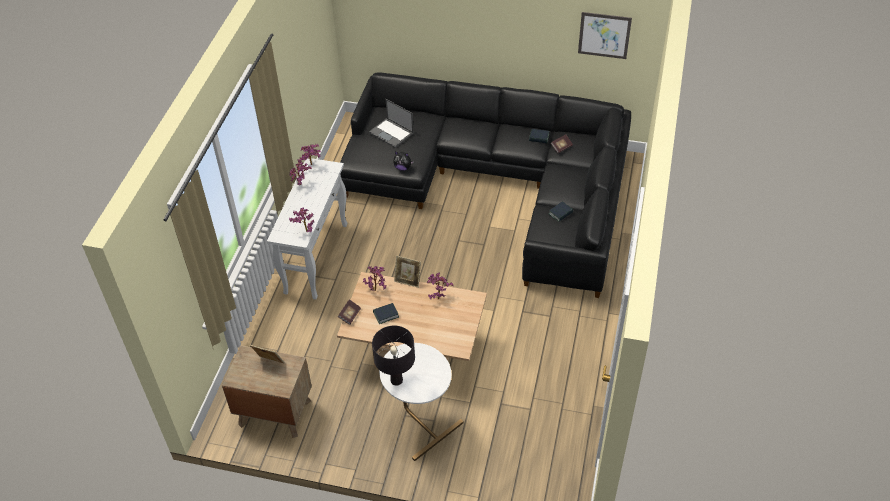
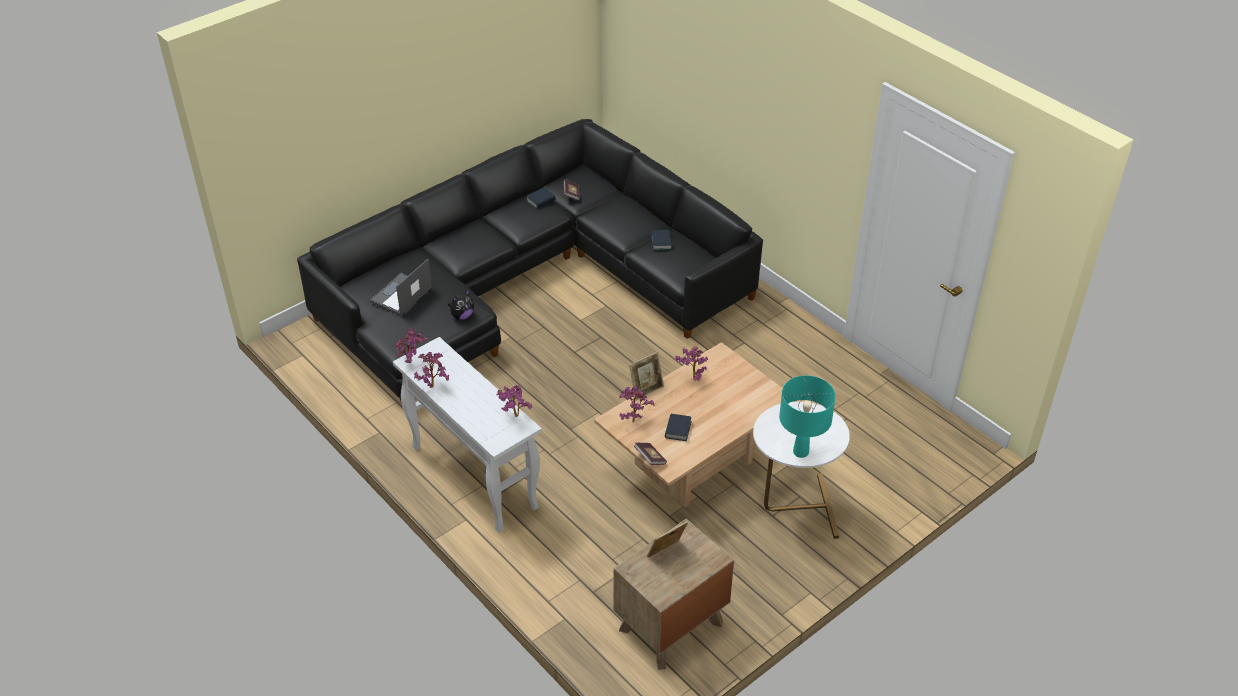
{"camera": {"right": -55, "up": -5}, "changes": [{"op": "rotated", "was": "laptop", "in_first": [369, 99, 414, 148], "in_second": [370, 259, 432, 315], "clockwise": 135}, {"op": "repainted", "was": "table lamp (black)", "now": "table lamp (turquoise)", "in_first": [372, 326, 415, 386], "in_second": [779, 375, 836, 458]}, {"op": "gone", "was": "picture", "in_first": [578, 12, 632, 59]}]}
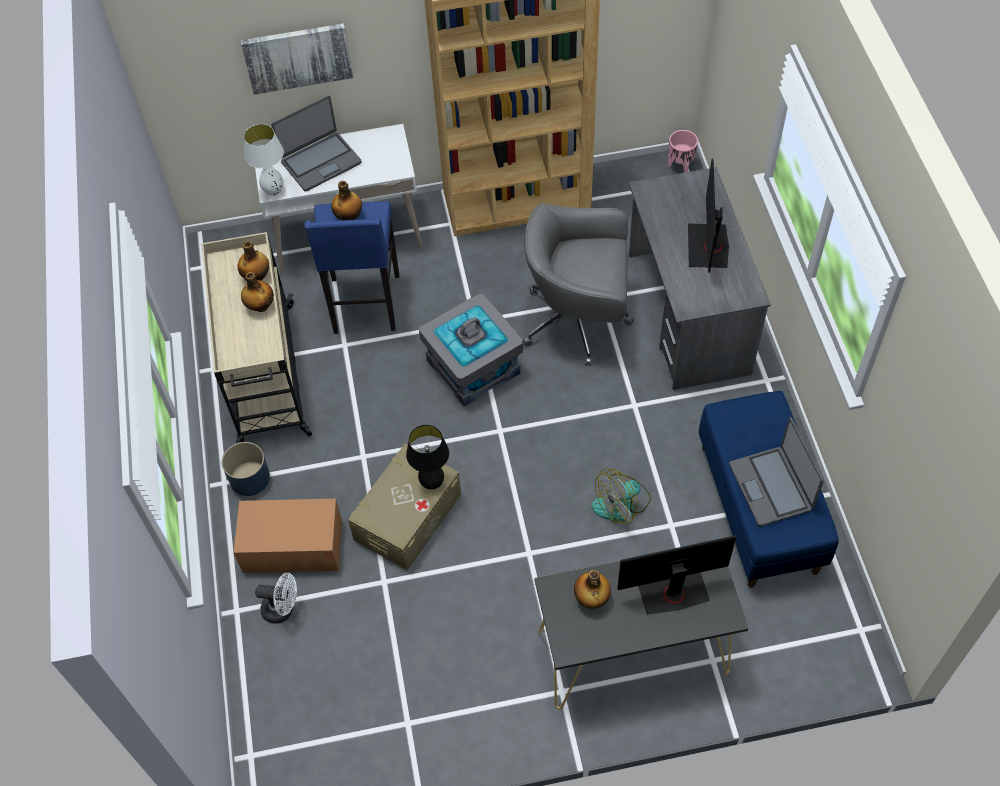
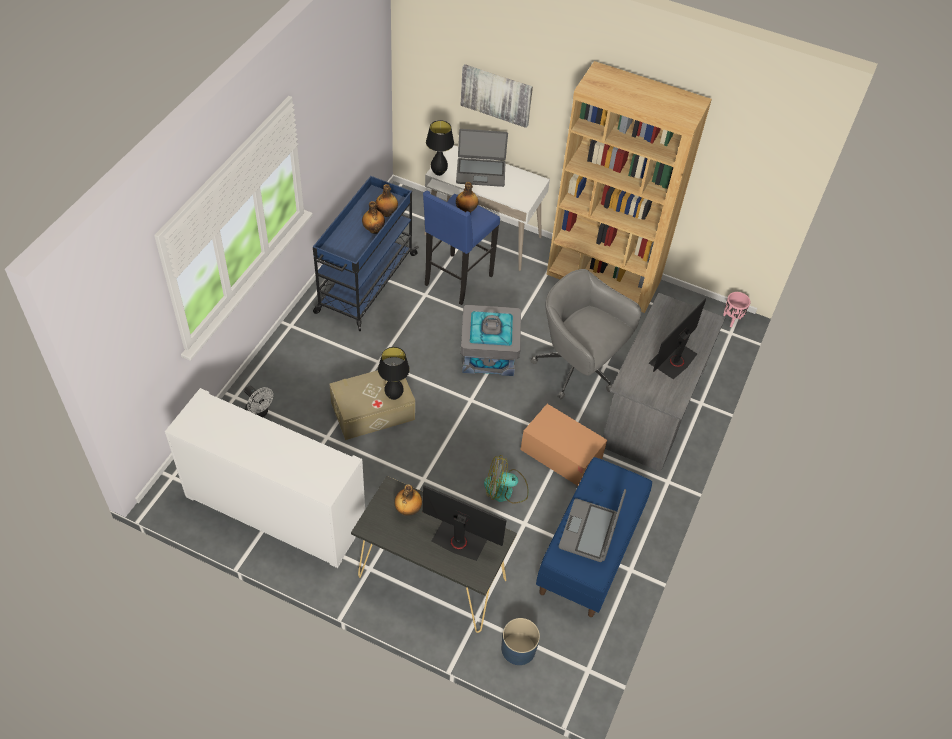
{"camera": {"right": 30, "up": -5}, "changes": [{"op": "repainted", "was": "cart (beige)", "now": "cart (blue)", "in_first": [201, 232, 312, 443], "in_second": [313, 176, 419, 331]}, {"op": "shifted", "was": "planter (blue)", "in_first": [222, 442, 270, 496], "in_second": [501, 618, 540, 665]}, {"op": "shifted", "was": "cardboard box", "in_first": [233, 499, 342, 573], "in_second": [521, 404, 607, 486]}, {"op": "repainted", "was": "table lamp (white)", "now": "table lamp (black)", "in_first": [244, 124, 284, 196], "in_second": [426, 120, 454, 176]}, {"op": "new", "now": "cabinet (white)", "in_second": [165, 388, 365, 568]}]}
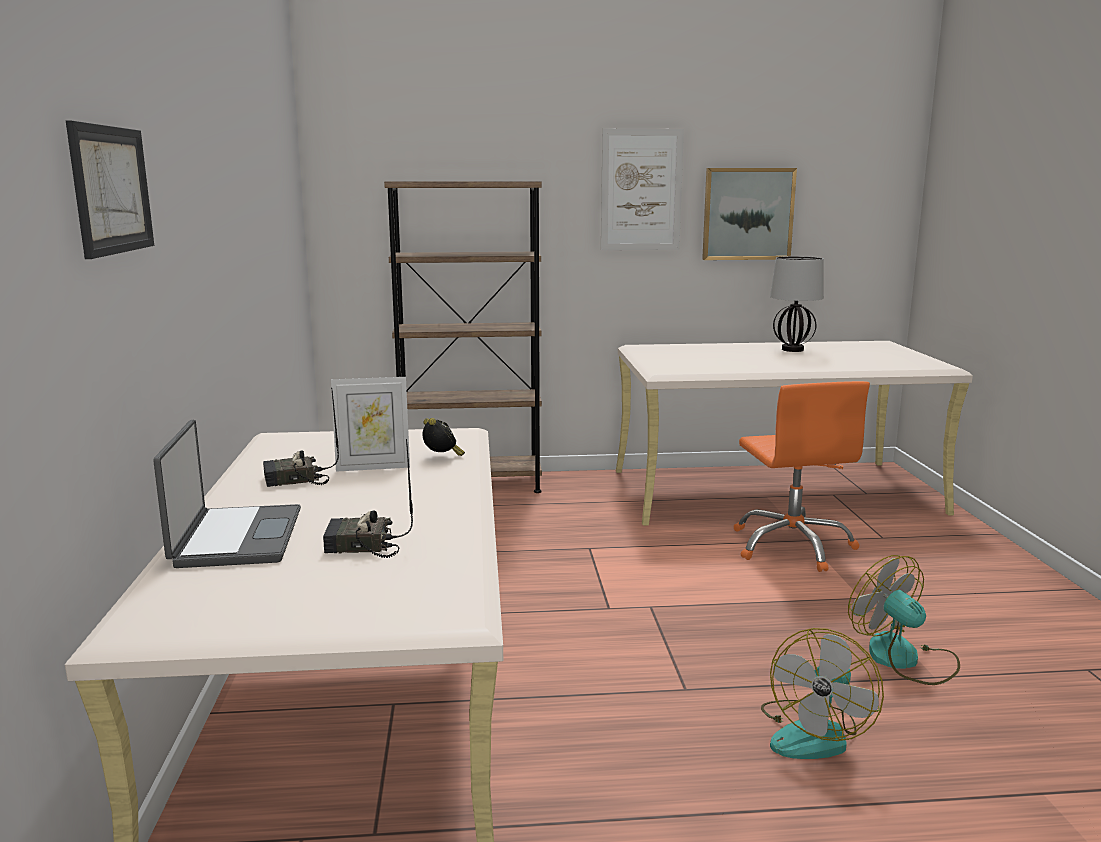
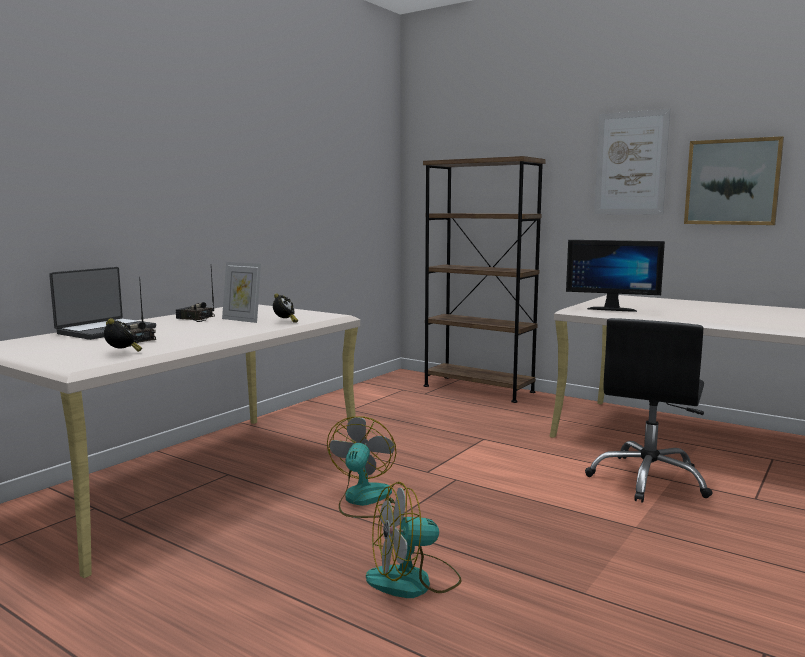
{"camera": {"right": 40, "up": -5}, "changes": [{"op": "gone", "was": "picture", "in_first": [66, 121, 154, 259]}, {"op": "repainted", "was": "office chair (orange)", "now": "office chair (black)", "in_first": [733, 381, 870, 572], "in_second": [585, 318, 712, 503]}, {"op": "gone", "was": "table lamp", "in_first": [770, 256, 824, 352]}, {"op": "shifted", "was": "fan", "in_first": [848, 555, 960, 685], "in_second": [327, 416, 396, 518]}, {"op": "new", "now": "alarm clock", "in_second": [104, 318, 142, 352]}, {"op": "new", "now": "monitor", "in_second": [566, 240, 665, 312]}]}
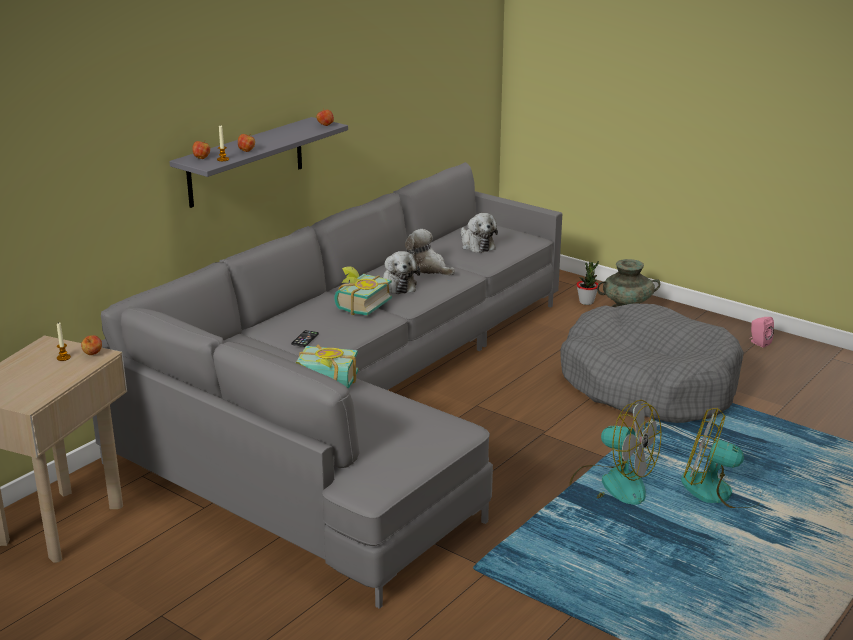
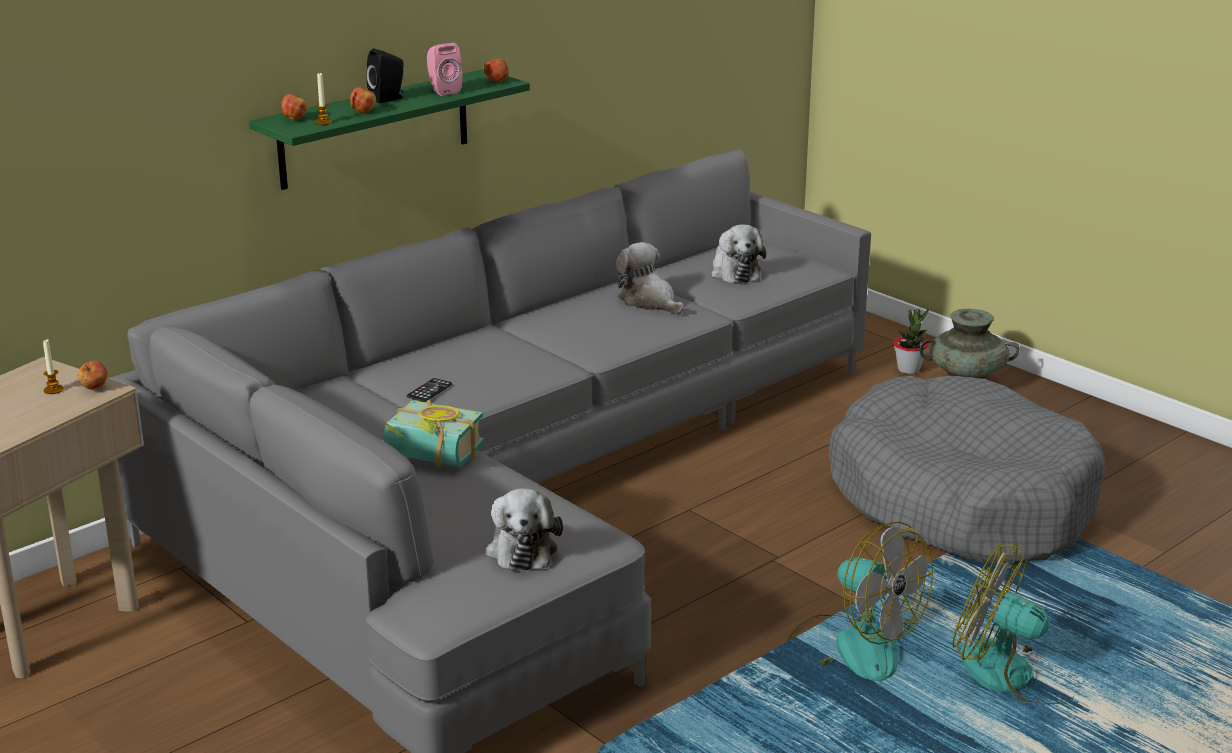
{"camera": {"right": 10, "up": 0}, "changes": [{"op": "repainted", "was": "shelf (grey)", "now": "shelf (green)", "in_first": [169, 117, 348, 208], "in_second": [249, 69, 530, 190]}, {"op": "gone", "was": "book", "in_first": [334, 267, 392, 315]}, {"op": "shifted", "was": "plush toy", "in_first": [382, 251, 420, 294], "in_second": [485, 488, 563, 571]}, {"op": "shifted", "was": "speaker (pink)", "in_first": [751, 317, 774, 348], "in_second": [427, 43, 463, 96]}, {"op": "new", "now": "speaker (black)", "in_second": [366, 48, 404, 103]}]}
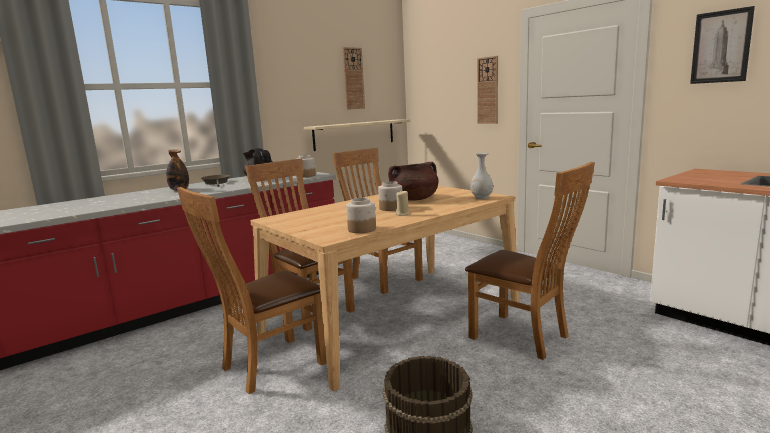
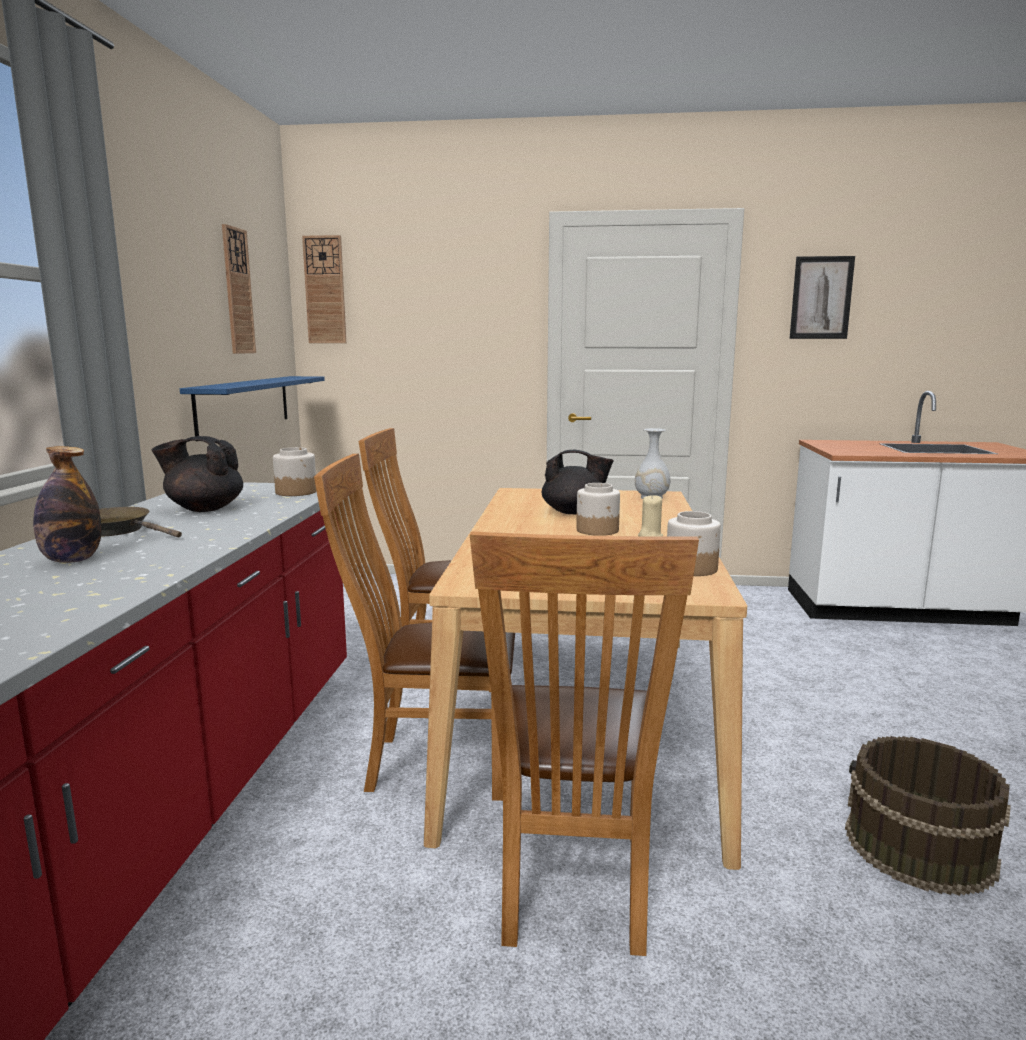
{"camera": {"right": -45, "up": 0}, "changes": [{"op": "repainted", "was": "shelf (beige)", "now": "shelf (blue)", "in_first": [304, 119, 411, 151], "in_second": [180, 376, 325, 436]}, {"op": "swapped", "was": "cooking pot (brown)", "now": "teapot (black)", "in_first": [388, 162, 439, 201], "in_second": [542, 450, 614, 515]}, {"op": "gone", "was": "chair (brown)", "in_first": [465, 162, 595, 360]}, {"op": "shifted", "was": "wall clock", "in_first": [477, 56, 498, 124], "in_second": [302, 235, 346, 343]}]}
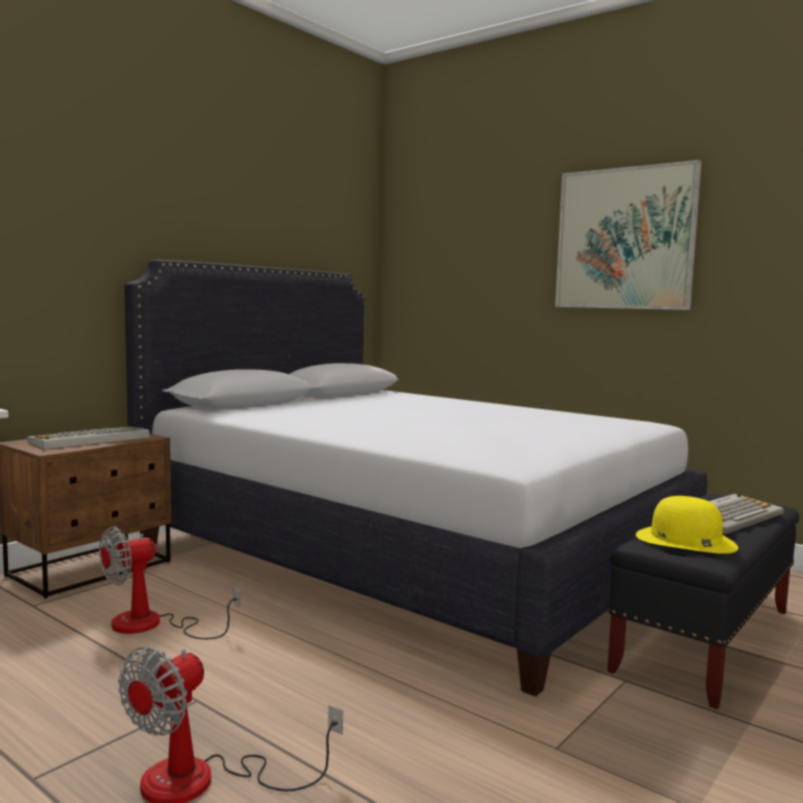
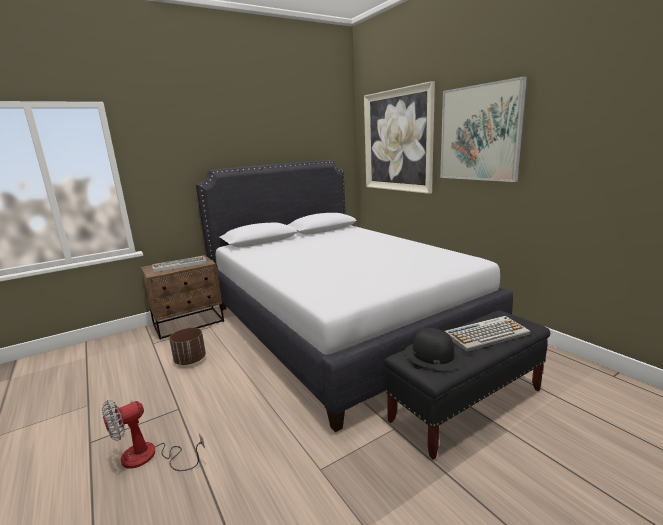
{"camera": {"right": 20, "up": 10}, "changes": [{"op": "swapped", "was": "fan", "now": "planter (brown)", "in_first": [99, 527, 240, 639], "in_second": [169, 328, 206, 365]}, {"op": "repainted", "was": "hat (yellow)", "now": "hat (black)", "in_first": [636, 496, 738, 554], "in_second": [404, 328, 464, 371]}, {"op": "new", "now": "picture", "in_second": [364, 81, 435, 194]}]}
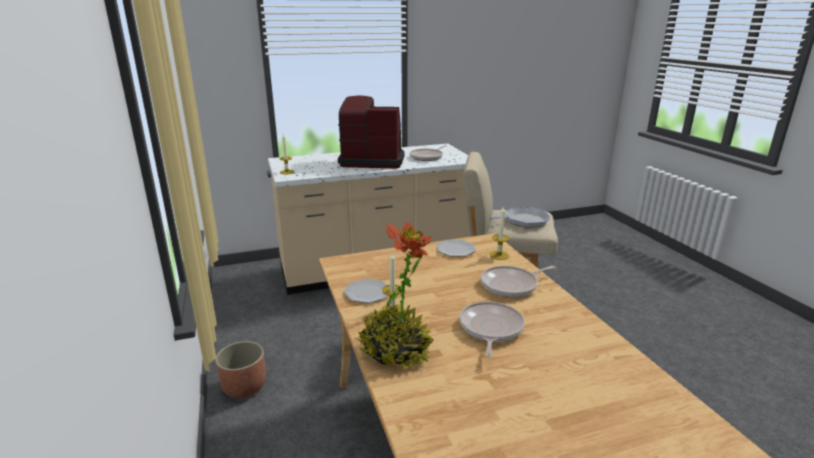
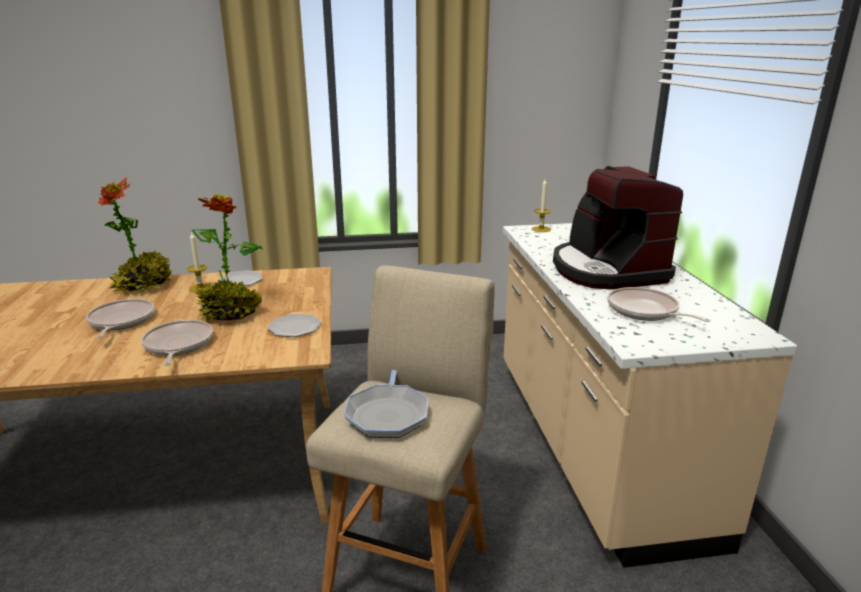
{"camera": {"right": 100, "up": 0}, "changes": [{"op": "gone", "was": "planter", "in_first": [215, 341, 265, 398]}, {"op": "rotated", "was": "coffee machine", "in_first": [338, 96, 404, 168], "in_second": [553, 166, 683, 289], "clockwise": 150}, {"op": "rotated", "was": "frying pan", "in_first": [459, 301, 525, 357], "in_second": [86, 299, 155, 338], "clockwise": -120}, {"op": "gone", "was": "candle", "in_first": [489, 207, 509, 260]}, {"op": "new", "now": "potted plant", "in_second": [191, 193, 263, 321]}]}
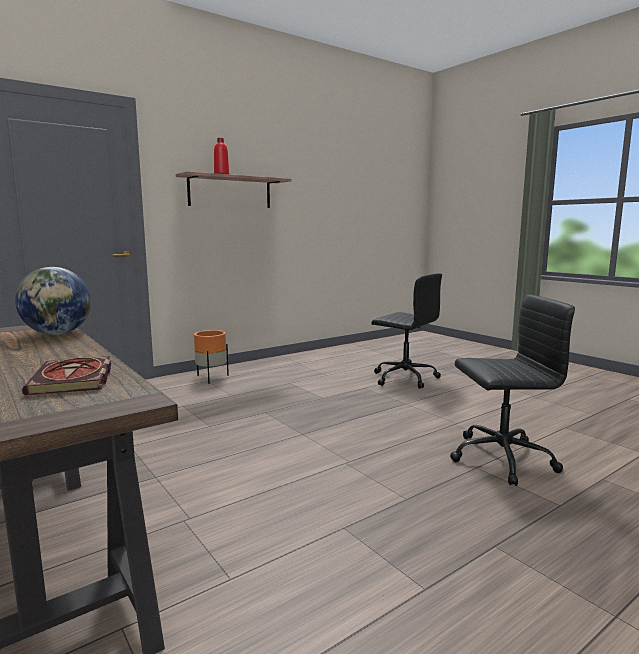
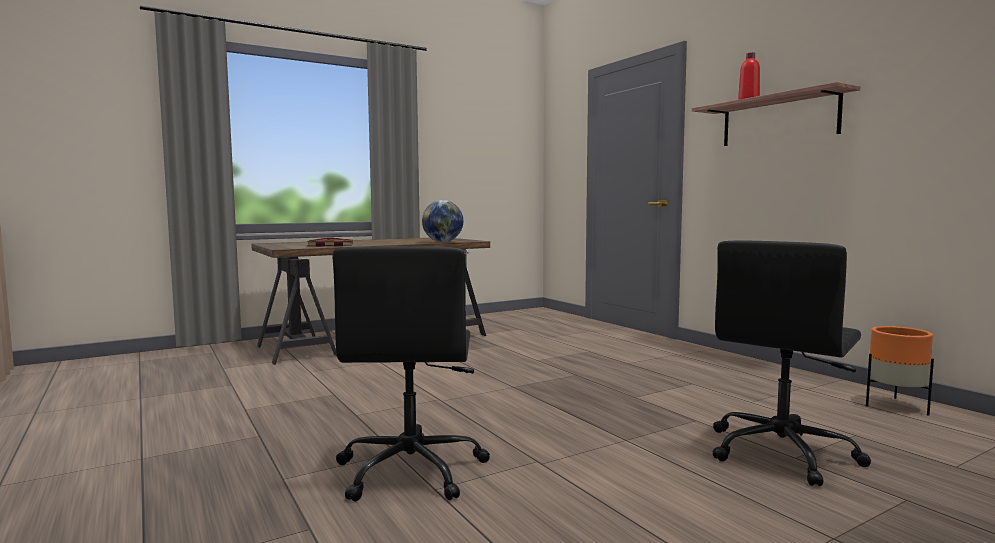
{"camera": {"right": 95, "up": -5}, "changes": [{"op": "shifted", "was": "planter (orange)", "in_first": [194, 330, 229, 384], "in_second": [866, 326, 934, 416]}]}
